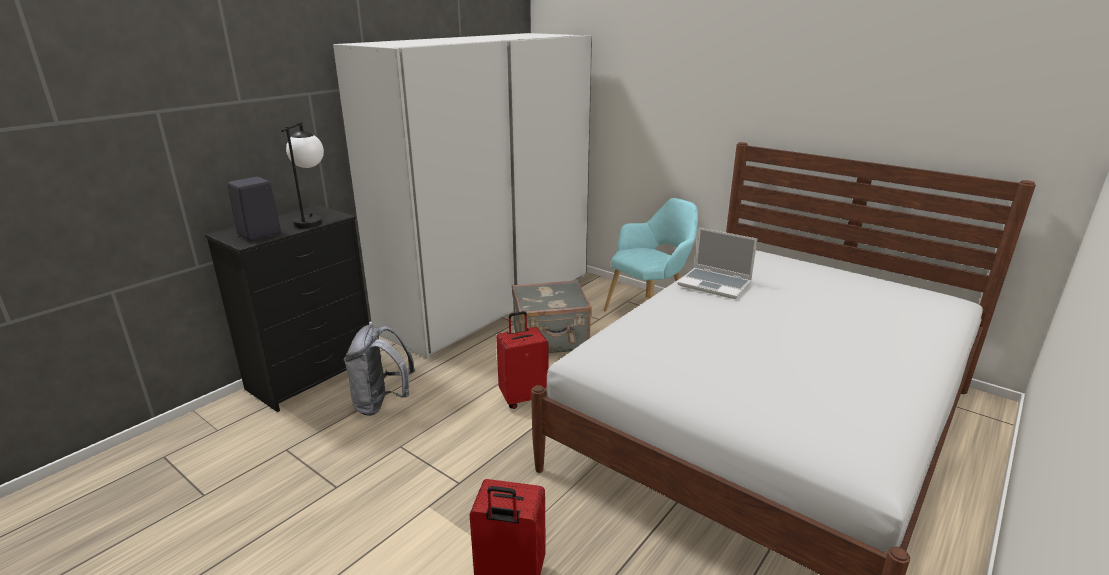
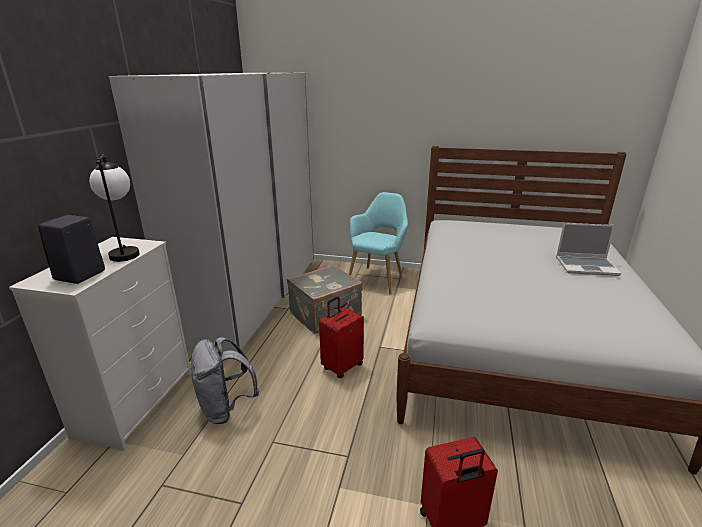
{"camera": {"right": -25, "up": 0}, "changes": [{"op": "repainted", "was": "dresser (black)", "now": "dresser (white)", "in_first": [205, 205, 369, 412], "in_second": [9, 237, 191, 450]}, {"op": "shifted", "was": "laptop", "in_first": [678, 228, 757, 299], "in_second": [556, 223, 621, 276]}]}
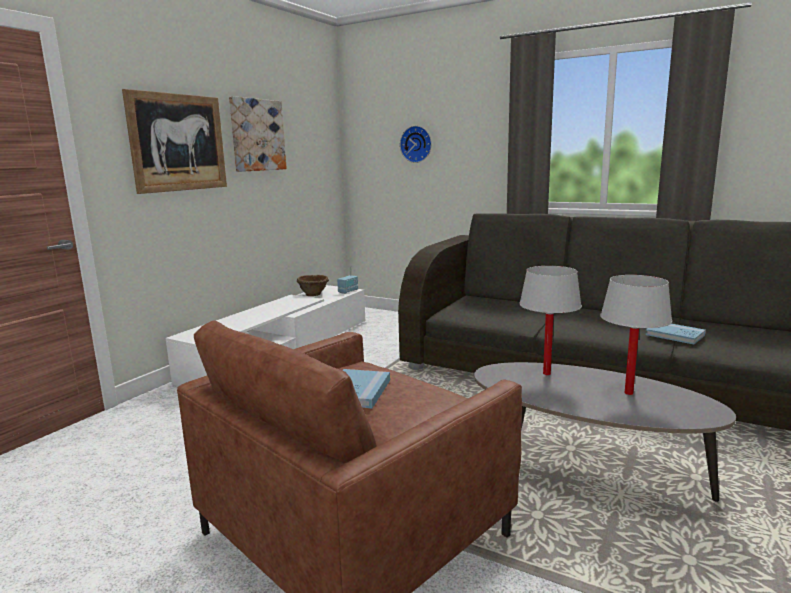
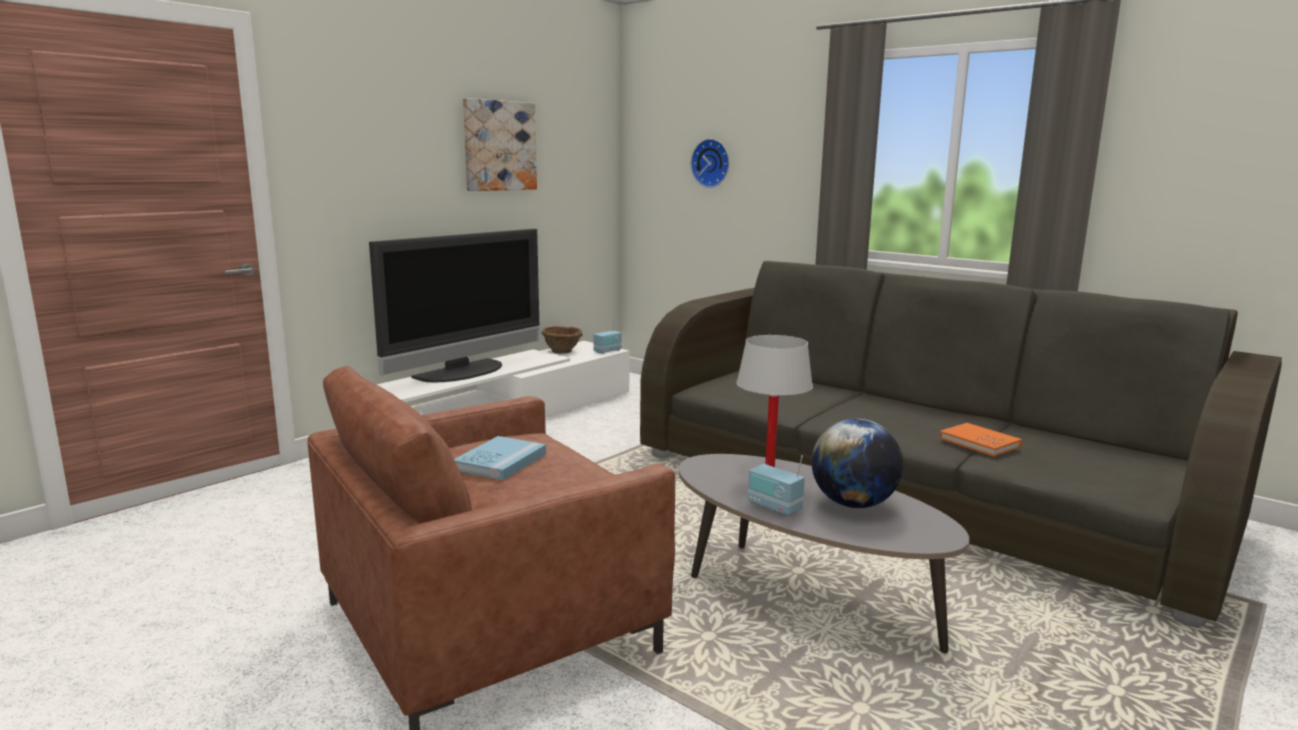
{"camera": {"right": 10, "up": 0}, "changes": [{"op": "gone", "was": "picture", "in_first": [122, 89, 227, 194]}, {"op": "swapped", "was": "table lamp (white)", "now": "globe", "in_first": [600, 275, 672, 395], "in_second": [812, 418, 903, 508]}, {"op": "repainted", "was": "book (blue)", "now": "book (orange)", "in_first": [645, 324, 706, 344], "in_second": [939, 423, 1022, 457]}, {"op": "new", "now": "television", "in_second": [369, 229, 539, 383]}, {"op": "new", "now": "radio", "in_second": [748, 455, 805, 516]}]}
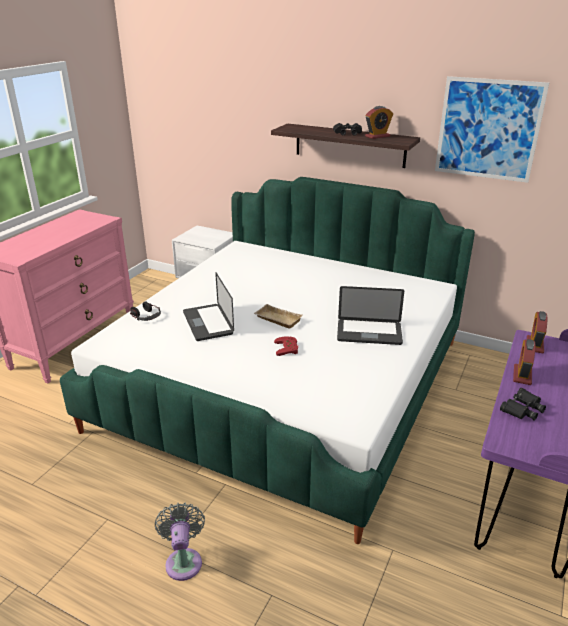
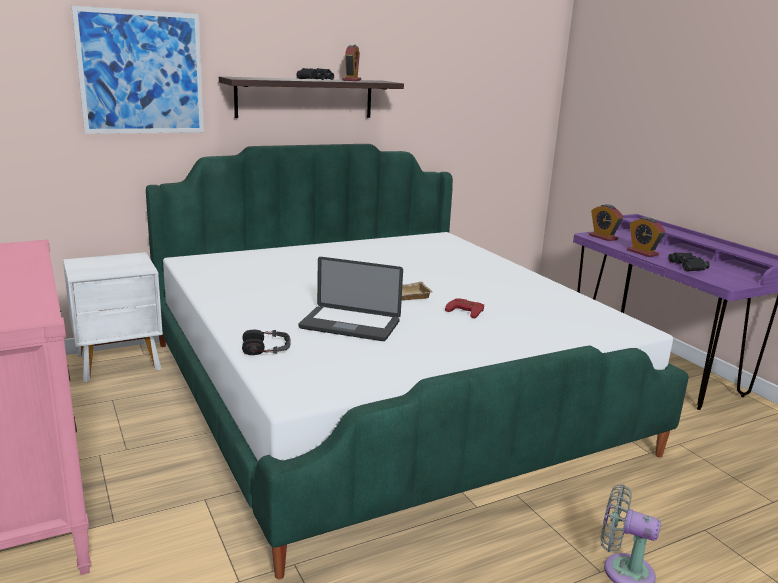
{"camera": {"right": -55, "up": -10}, "changes": [{"op": "gone", "was": "laptop", "in_first": [337, 286, 404, 345]}, {"op": "shifted", "was": "picture", "in_first": [435, 76, 549, 183], "in_second": [72, 6, 204, 134]}]}
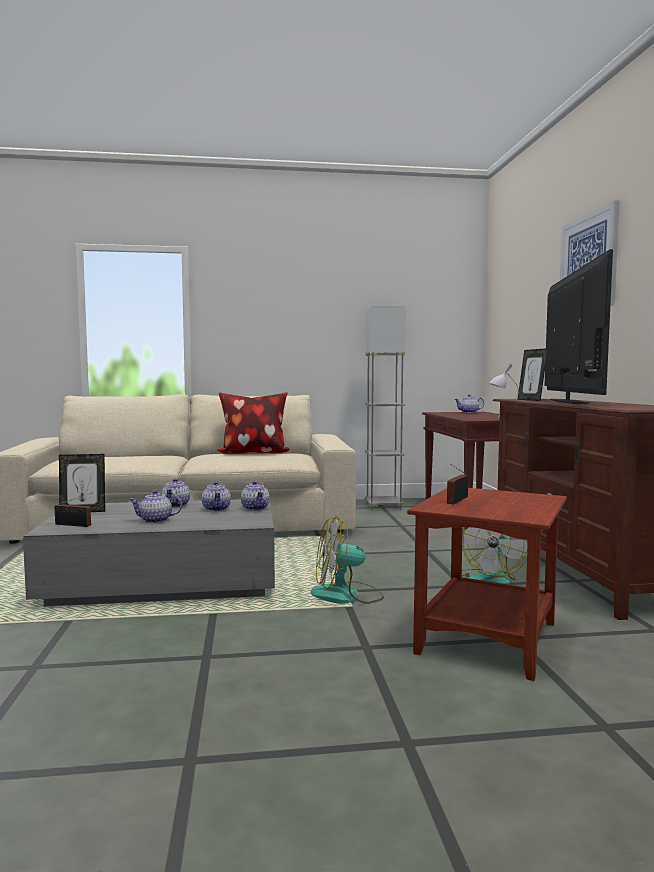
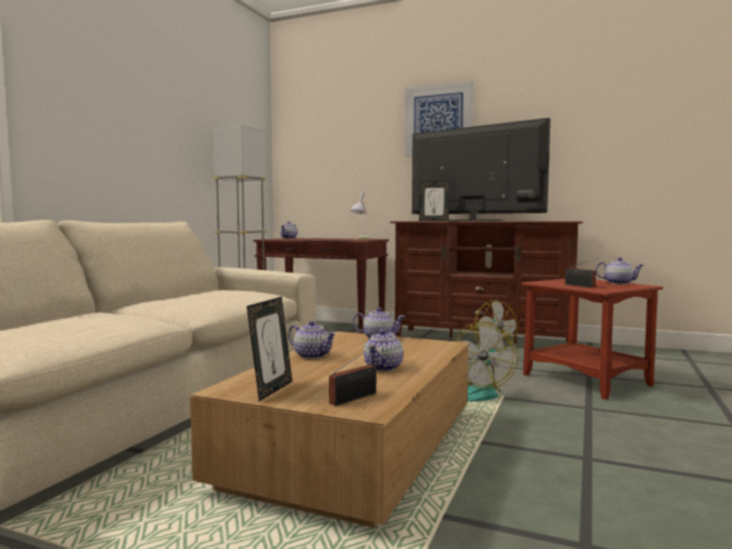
{"camera": {"right": -60, "up": 0}, "changes": [{"op": "repainted", "was": "coffee table (grey)", "now": "coffee table (brown)", "in_first": [23, 499, 275, 606], "in_second": [190, 331, 468, 528]}, {"op": "shifted", "was": "teapot", "in_first": [202, 481, 231, 511], "in_second": [595, 257, 643, 285]}, {"op": "gone", "was": "pillow", "in_first": [217, 392, 290, 454]}]}
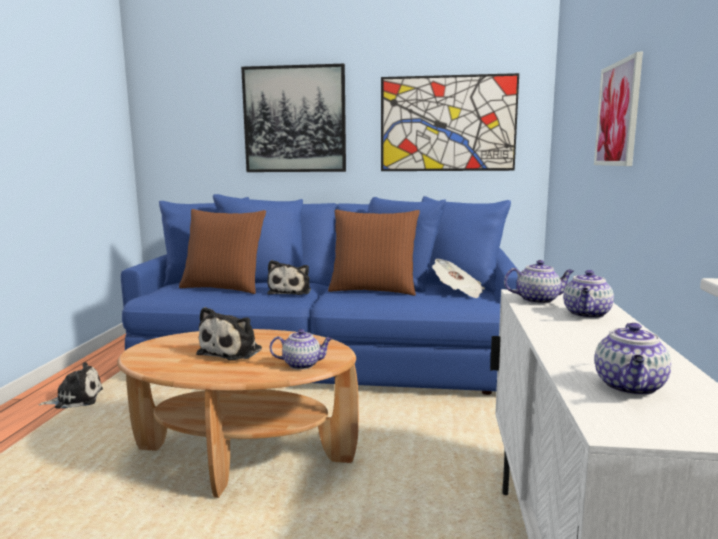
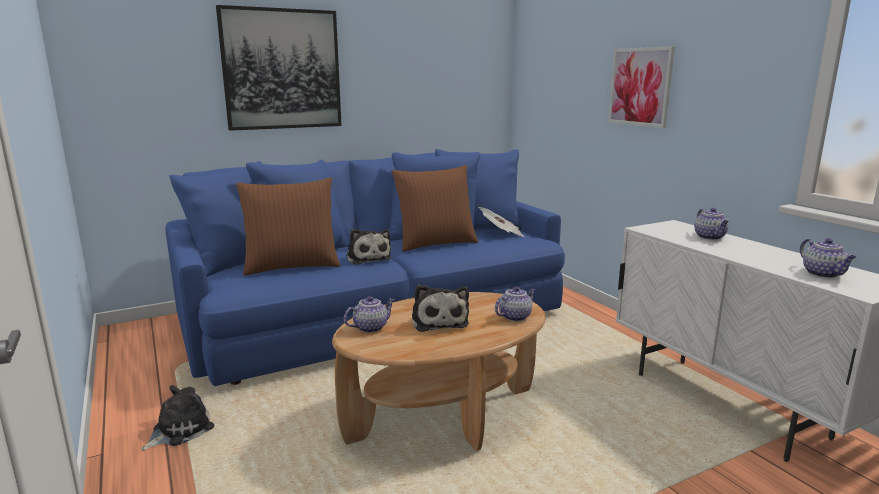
{"camera": {"right": -35, "up": 5}, "changes": [{"op": "gone", "was": "picture", "in_first": [381, 73, 519, 171]}, {"op": "shifted", "was": "teapot", "in_first": [504, 260, 574, 304], "in_second": [344, 296, 395, 333]}]}
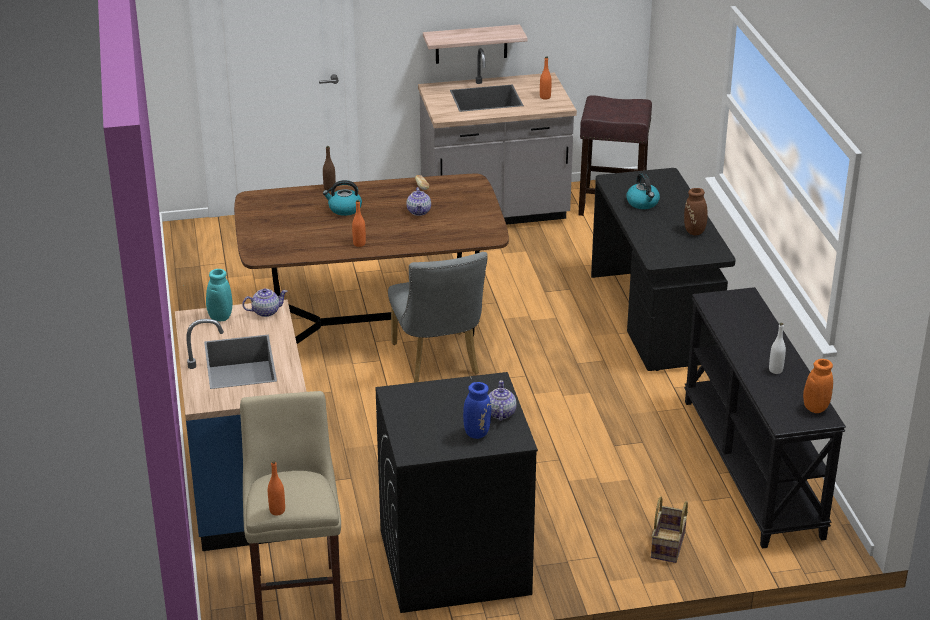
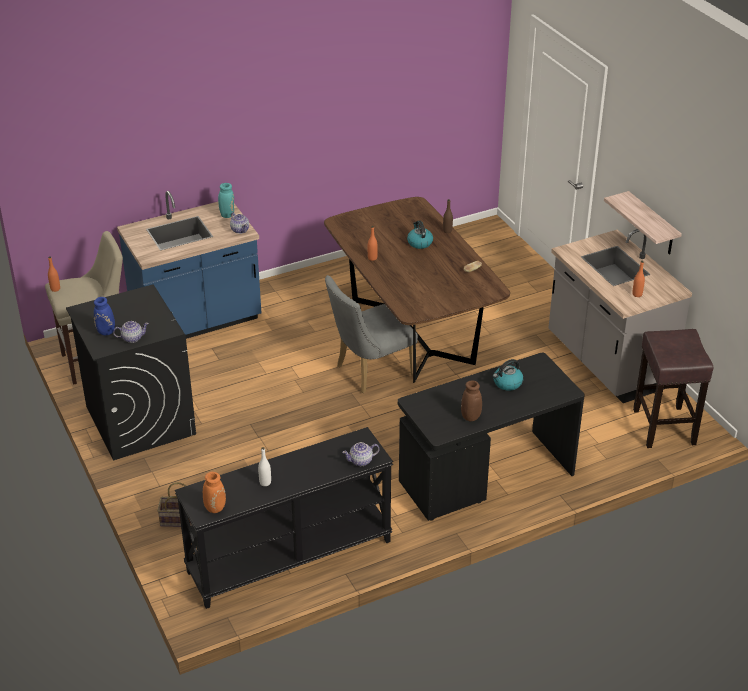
{"camera": {"right": 75, "up": 5}, "changes": [{"op": "shifted", "was": "teapot", "in_first": [406, 187, 431, 216], "in_second": [342, 442, 380, 466]}]}
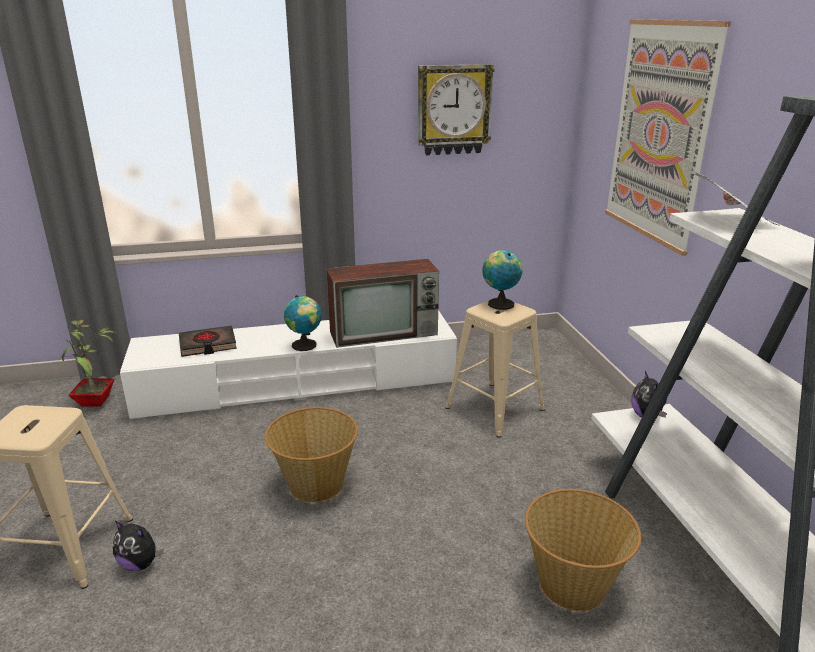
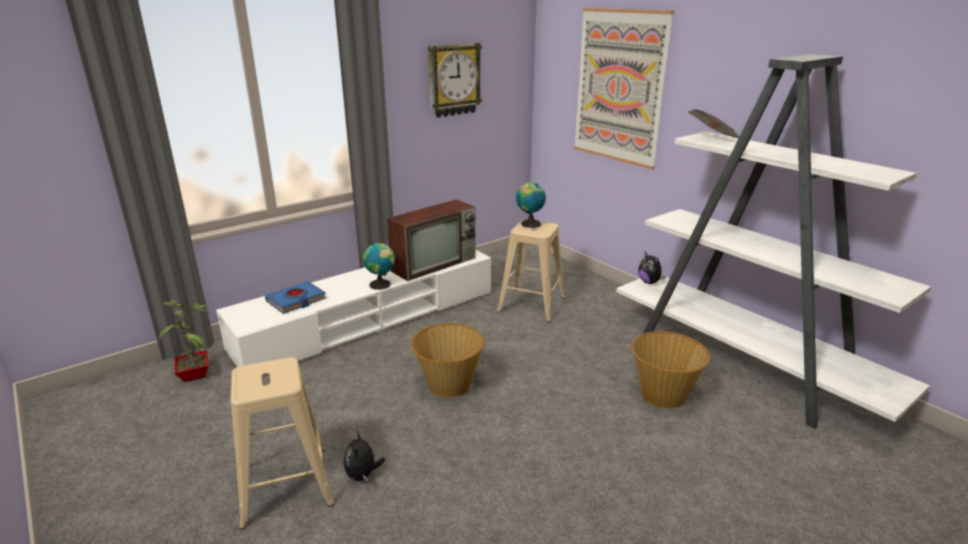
{"camera": {"right": -25, "up": 0}, "changes": [{"op": "rotated", "was": "plush toy", "in_first": [113, 521, 164, 571], "in_second": [344, 431, 385, 481], "clockwise": 90}, {"op": "repainted", "was": "book (black)", "now": "book (blue)", "in_first": [179, 326, 237, 357], "in_second": [265, 281, 326, 314]}]}
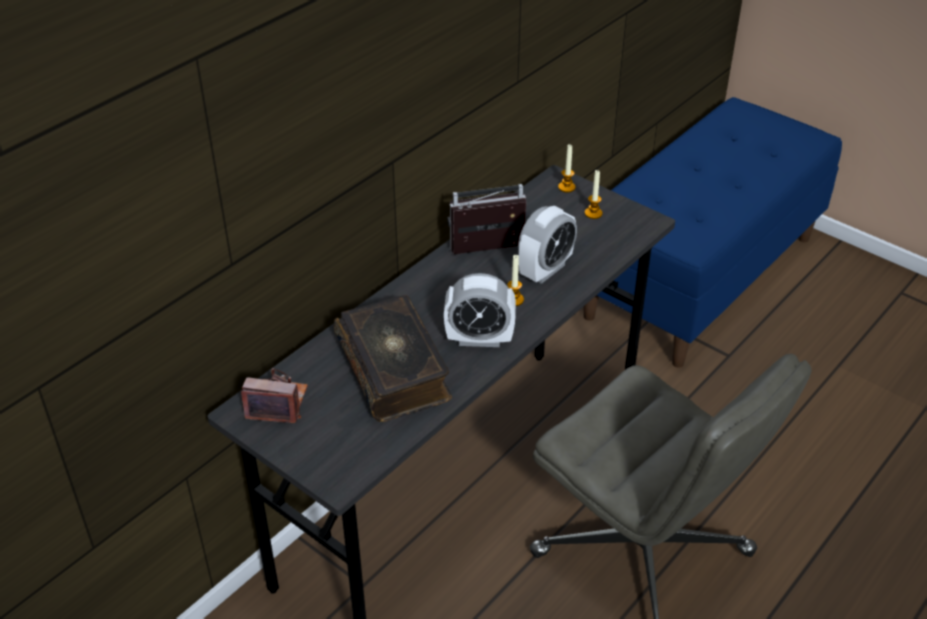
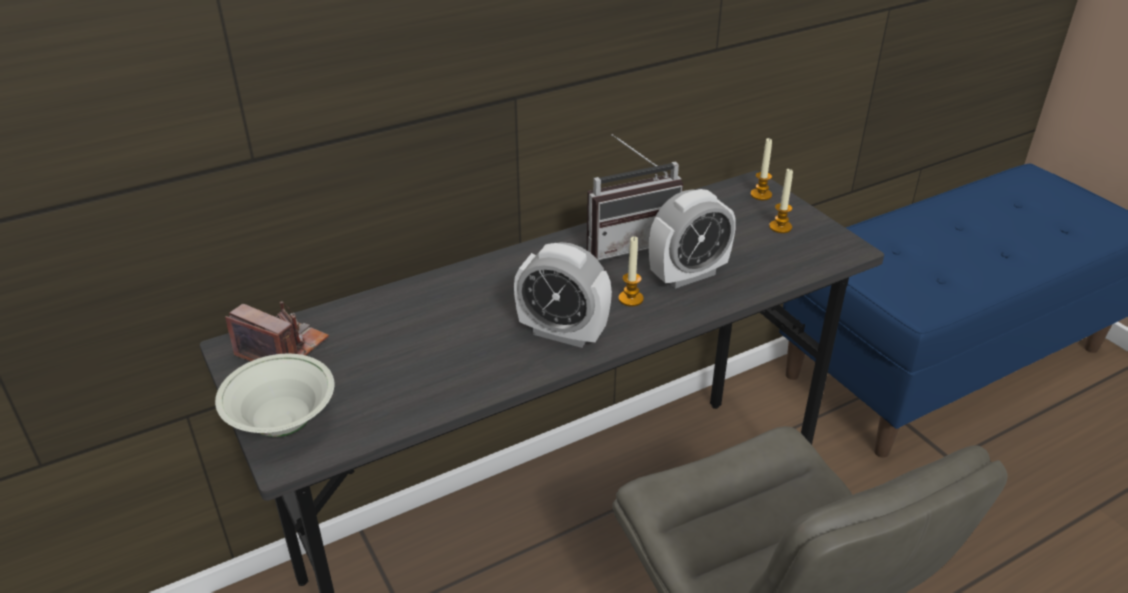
{"camera": {"right": 20, "up": -5}, "changes": [{"op": "gone", "was": "book", "in_first": [333, 295, 452, 422]}, {"op": "rotated", "was": "radio", "in_first": [447, 184, 526, 254], "in_second": [587, 134, 683, 260], "clockwise": 150}, {"op": "new", "now": "bowl (white)", "in_second": [215, 354, 334, 437]}]}
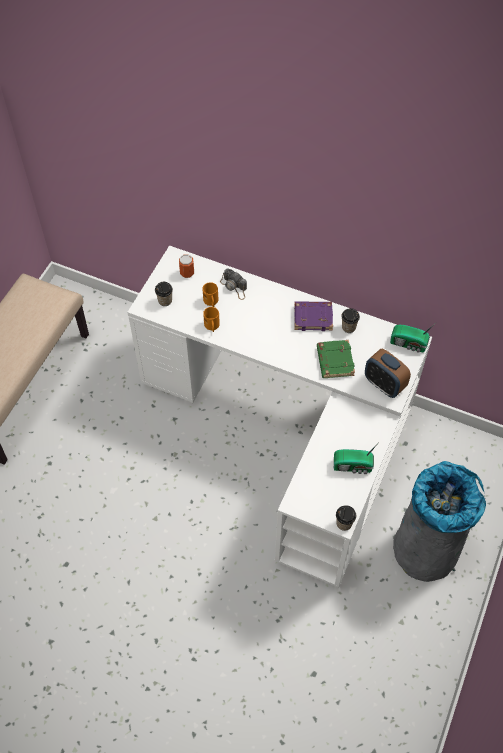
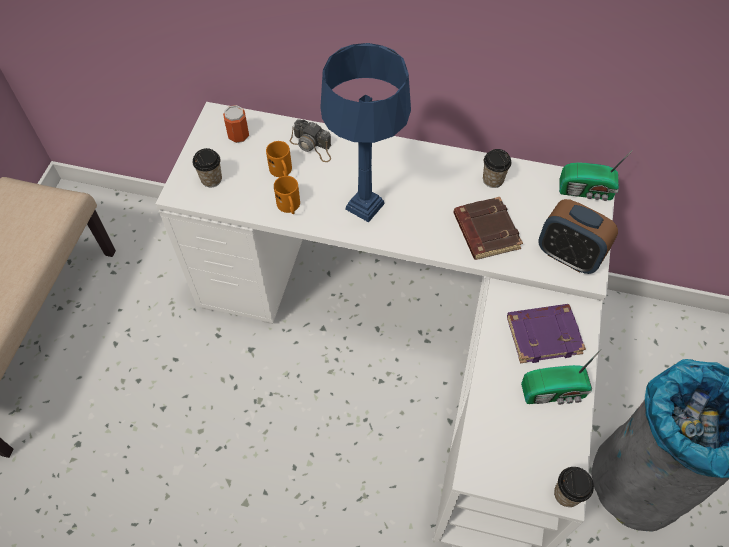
{"camera": {"right": -10, "up": 0}, "changes": [{"op": "shifted", "was": "book (purple)", "in_first": [294, 301, 333, 331], "in_second": [507, 304, 586, 363]}, {"op": "repainted", "was": "book (green)", "now": "book (brown)", "in_first": [317, 340, 355, 378], "in_second": [453, 197, 523, 260]}, {"op": "new", "now": "table lamp (blue)", "in_second": [320, 43, 411, 222]}]}
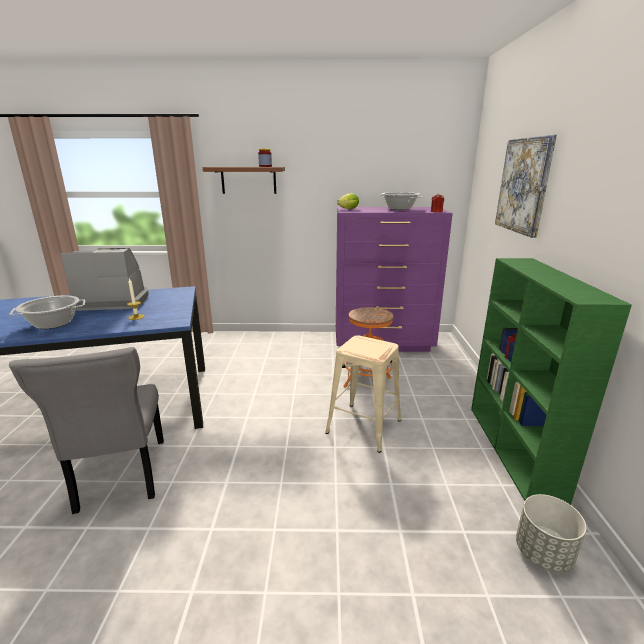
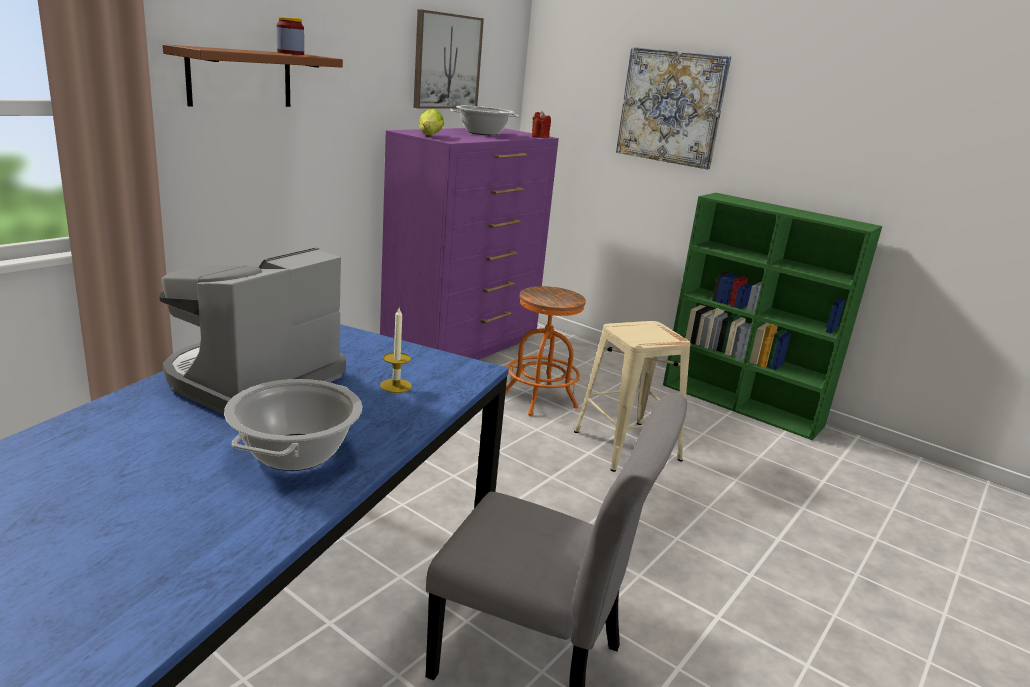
{"camera": {"right": -55, "up": 0}, "changes": [{"op": "gone", "was": "planter (grey)", "in_first": [516, 494, 587, 573]}, {"op": "new", "now": "picture", "in_second": [413, 9, 484, 109]}]}
